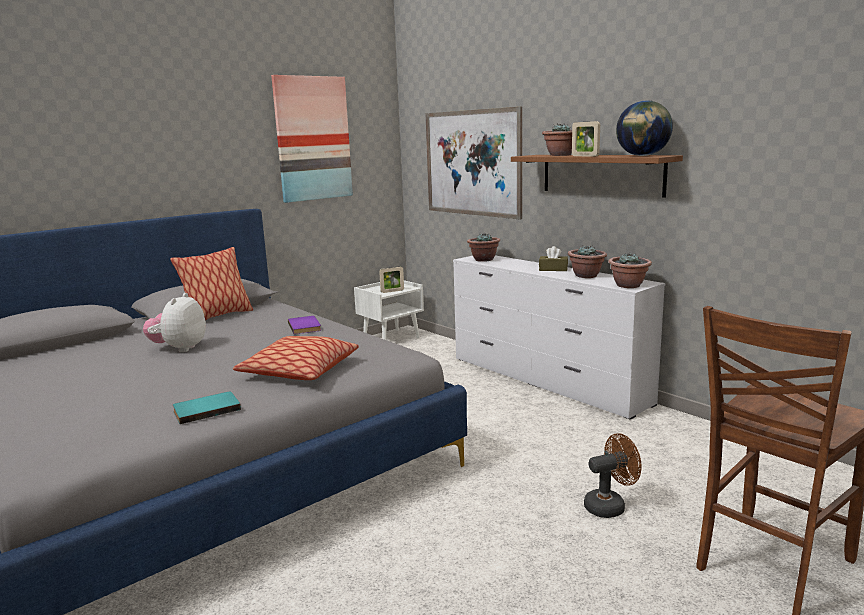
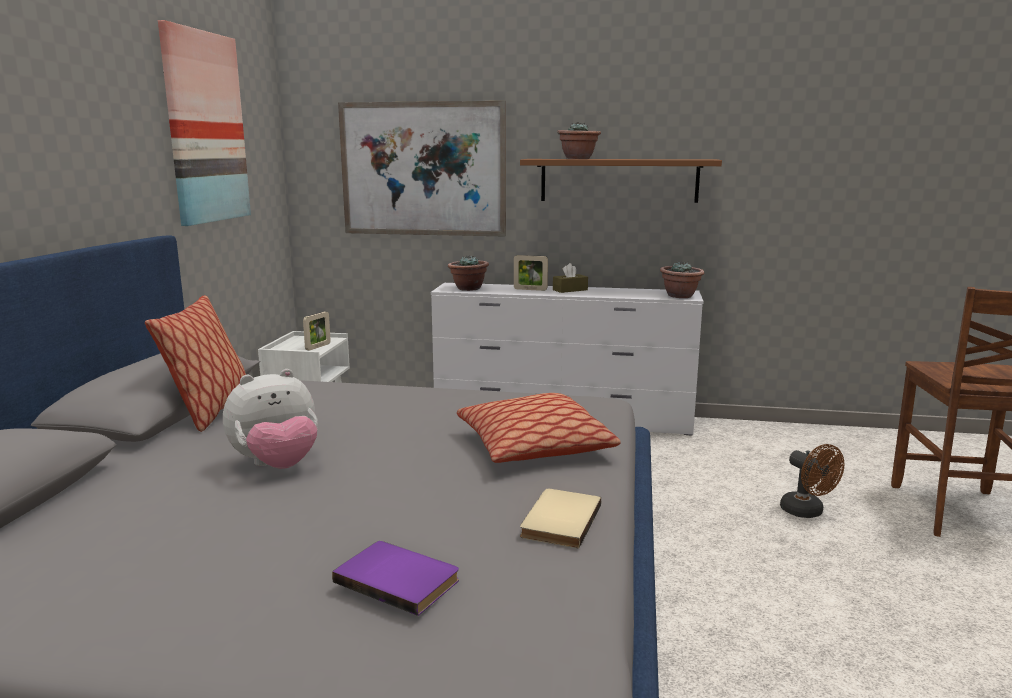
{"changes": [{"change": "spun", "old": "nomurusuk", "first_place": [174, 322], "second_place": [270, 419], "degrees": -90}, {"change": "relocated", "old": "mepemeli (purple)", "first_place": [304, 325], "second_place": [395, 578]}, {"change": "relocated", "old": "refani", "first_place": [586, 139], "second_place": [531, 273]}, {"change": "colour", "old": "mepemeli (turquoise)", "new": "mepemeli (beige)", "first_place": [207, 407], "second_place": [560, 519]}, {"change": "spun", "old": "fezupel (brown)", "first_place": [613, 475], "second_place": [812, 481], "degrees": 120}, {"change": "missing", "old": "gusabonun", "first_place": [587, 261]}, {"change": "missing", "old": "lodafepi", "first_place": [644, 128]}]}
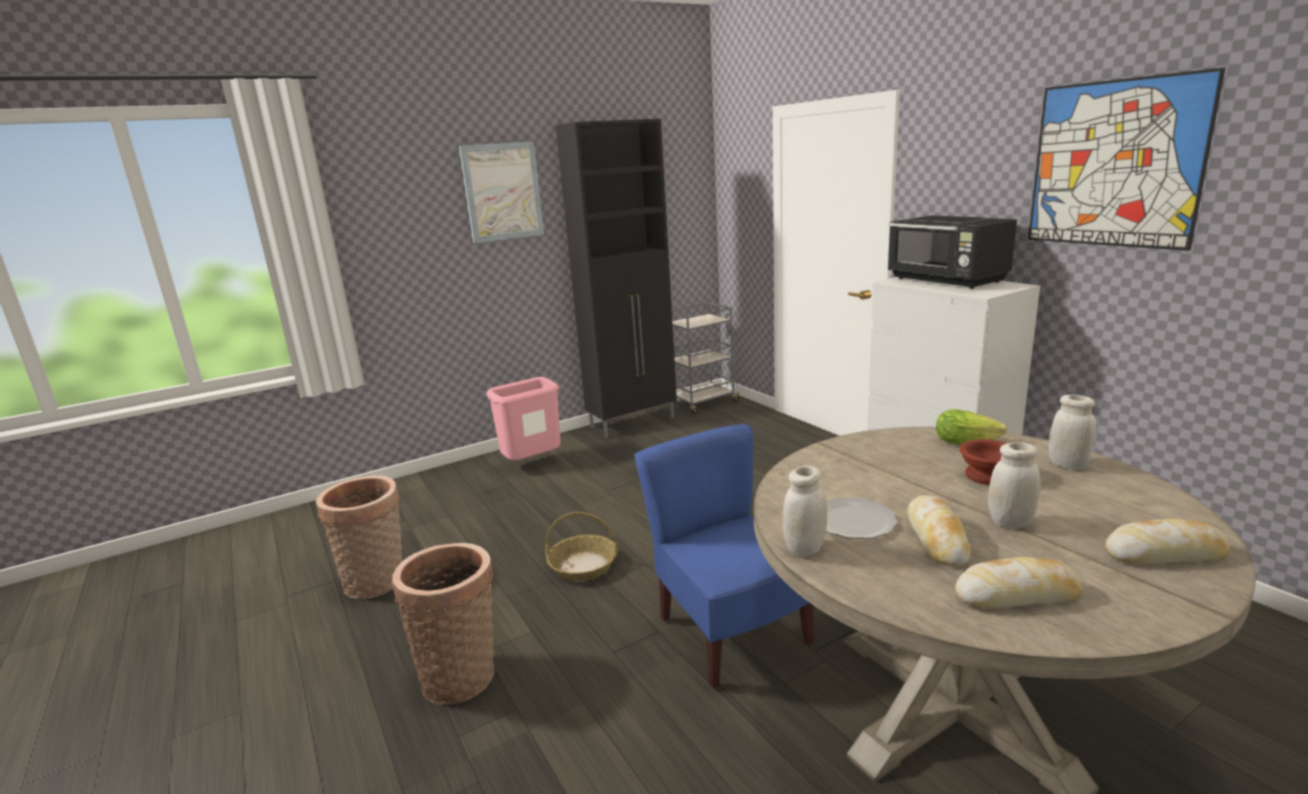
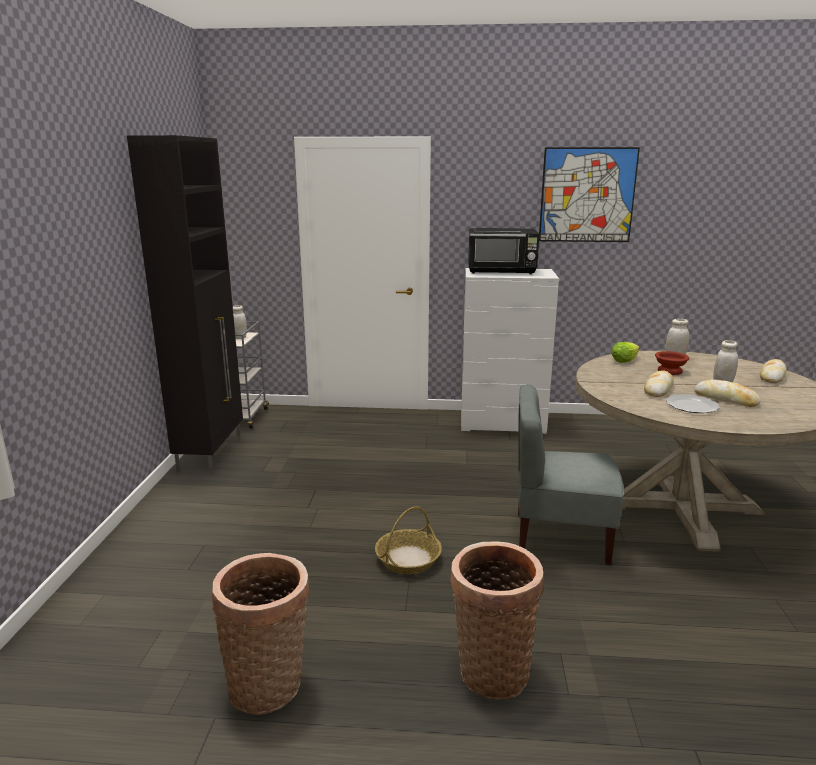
{"changes": [{"change": "relocated", "old": "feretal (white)", "first_place": [805, 511], "second_place": [240, 322]}, {"change": "colour", "old": "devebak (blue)", "new": "devebak (grey)", "first_place": [724, 556], "second_place": [571, 475]}, {"change": "relocated", "old": "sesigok", "first_place": [1019, 582], "second_place": [659, 383]}, {"change": "missing", "old": "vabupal", "first_place": [501, 192]}, {"change": "missing", "old": "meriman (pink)", "first_place": [523, 418]}]}
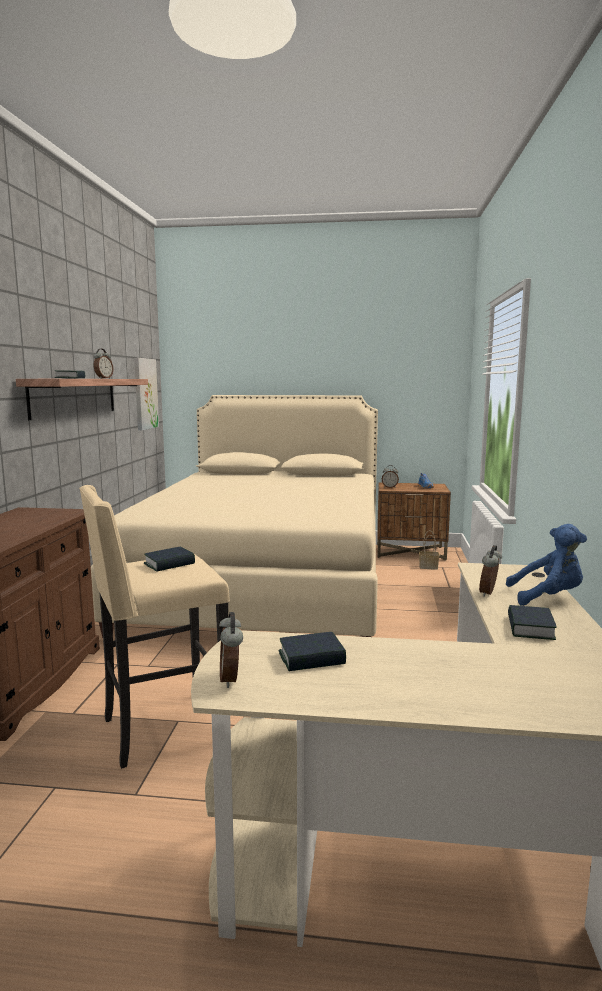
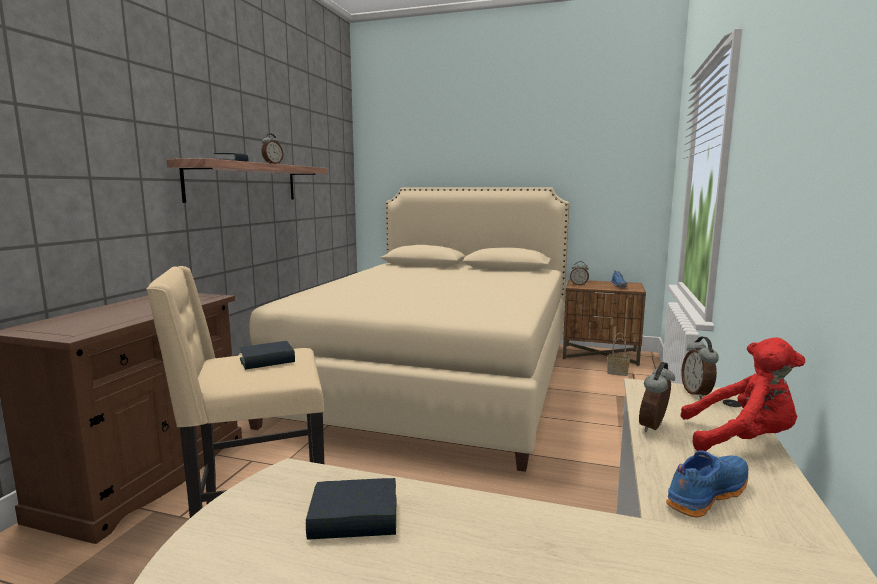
{"changes": [{"change": "exchanged", "old": "mepemeli", "new": "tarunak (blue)", "first_place": [532, 622], "second_place": [707, 484]}, {"change": "colour", "old": "nomurusuk (blue)", "new": "nomurusuk (red)", "first_place": [546, 565], "second_place": [742, 394]}, {"change": "relocated", "old": "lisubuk", "first_place": [231, 650], "second_place": [700, 368]}, {"change": "missing", "old": "vabupal", "first_place": [146, 394]}]}
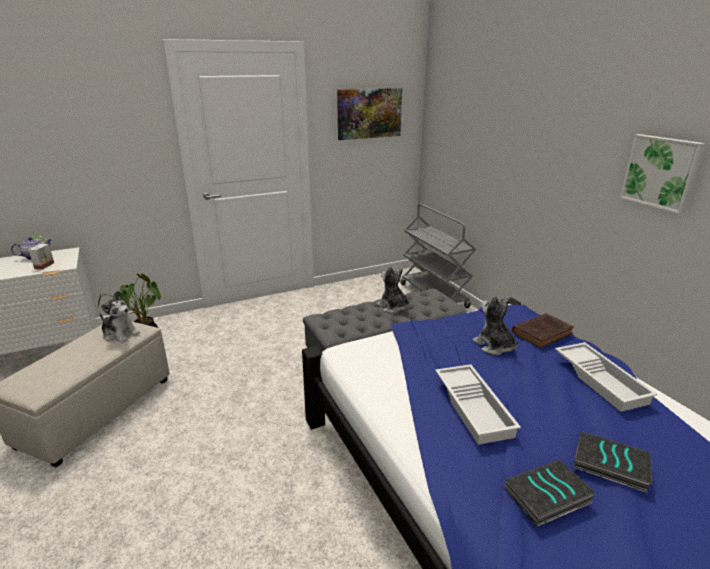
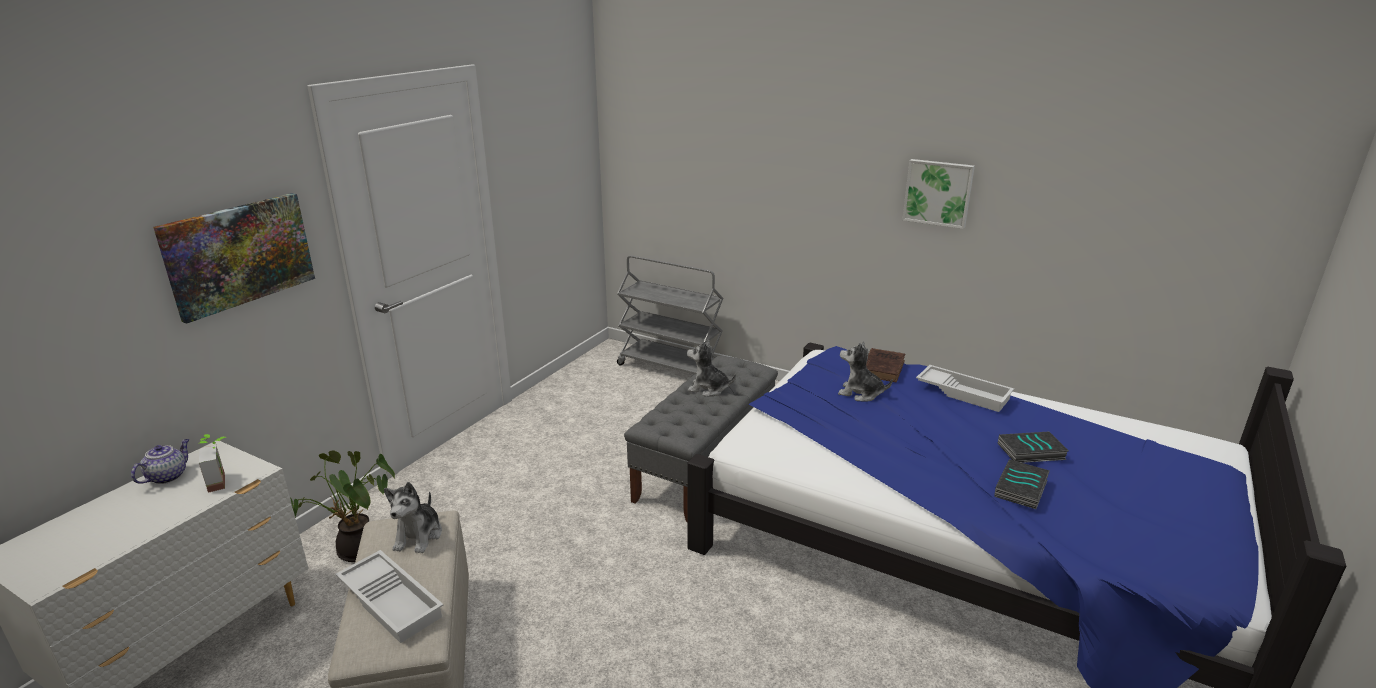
{"changes": [{"change": "relocated", "old": "vabupal", "first_place": [369, 114], "second_place": [234, 258]}, {"change": "relocated", "old": "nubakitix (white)", "first_place": [478, 404], "second_place": [389, 596]}, {"change": "spun", "old": "nomurusuk", "first_place": [119, 317], "second_place": [413, 517], "degrees": 105}]}
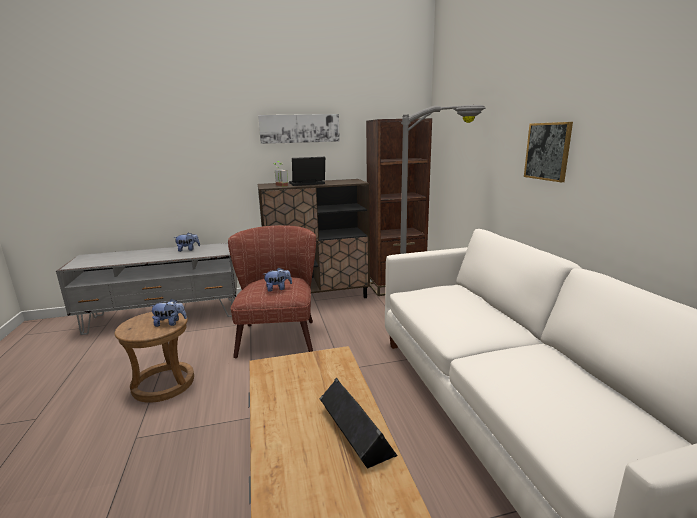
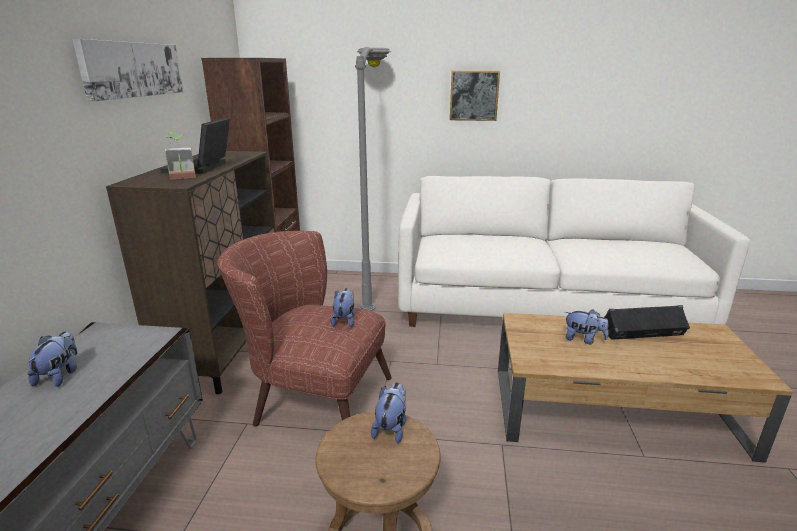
{"changes": [{"change": "appeared", "new": "nomurusuk", "second_place": [587, 327]}]}
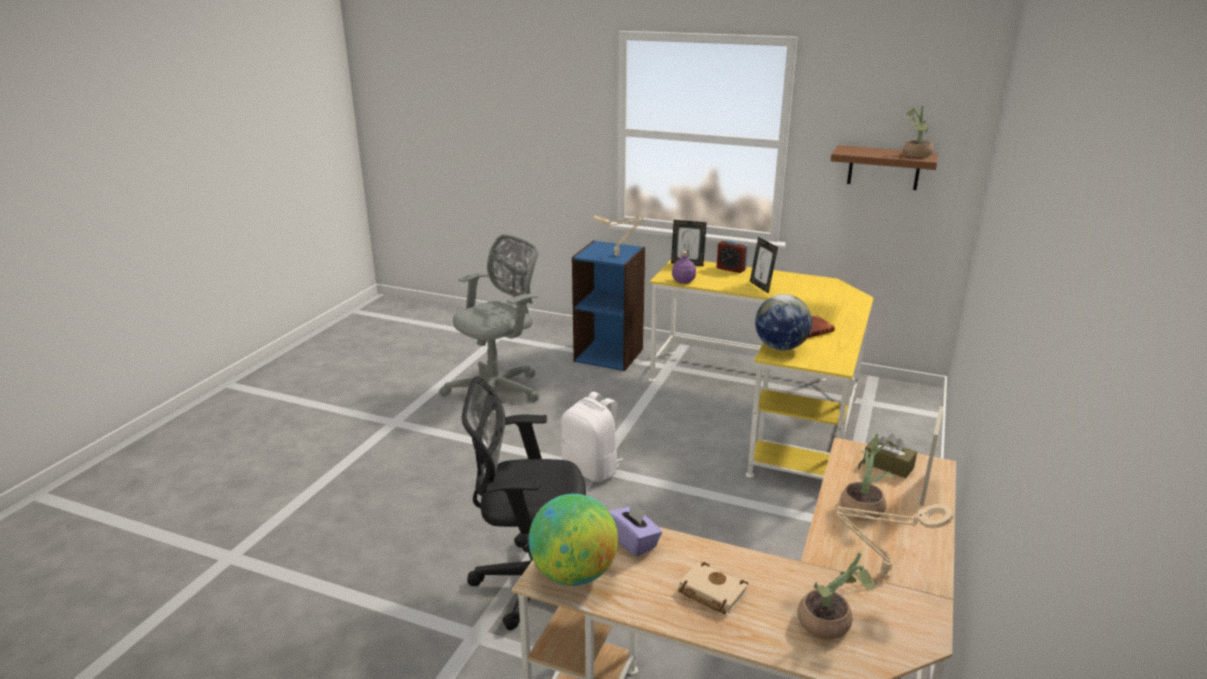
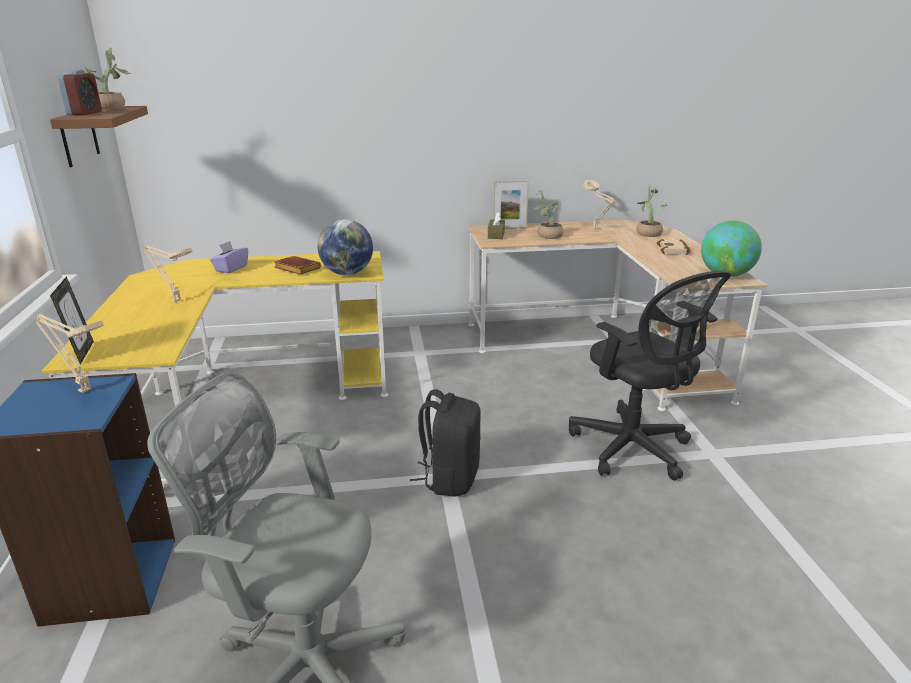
{"changes": [{"change": "relocated", "old": "lisubuk", "first_place": [732, 256], "second_place": [79, 92]}, {"change": "exchanged", "old": "refani", "new": "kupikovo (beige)", "first_place": [764, 265], "second_place": [168, 273]}, {"change": "relocated", "old": "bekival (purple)", "first_place": [635, 529], "second_place": [229, 257]}, {"change": "colour", "old": "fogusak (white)", "new": "fogusak (black)", "first_place": [592, 437], "second_place": [445, 443]}, {"change": "missing", "old": "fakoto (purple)", "first_place": [684, 267]}]}
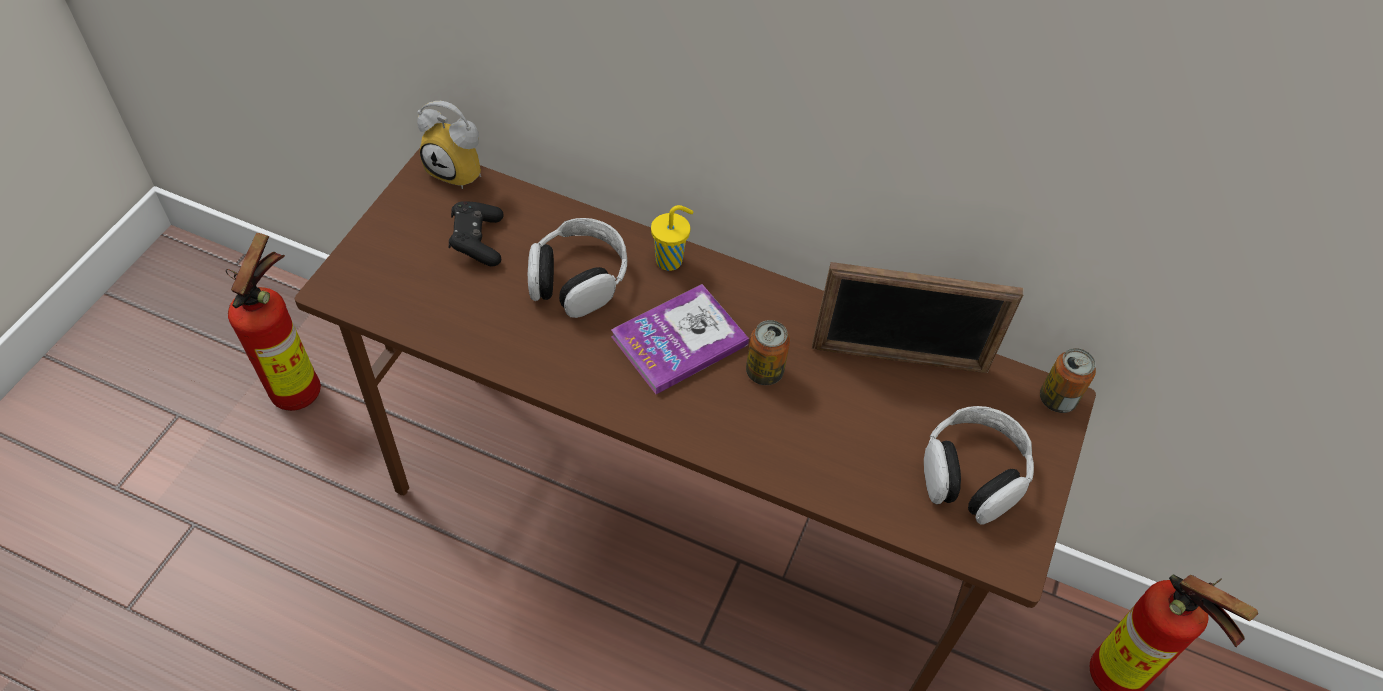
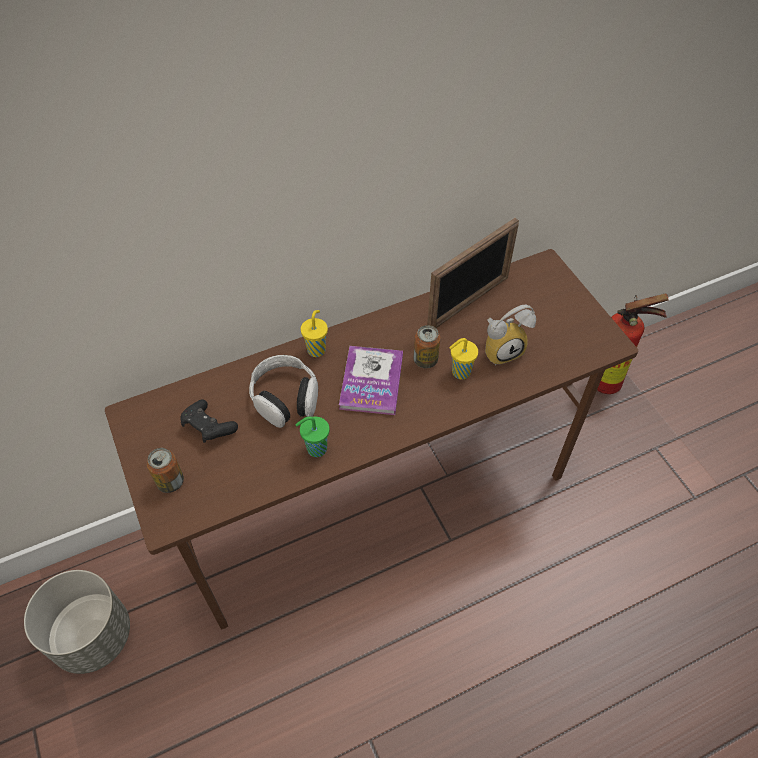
{"changes": [{"change": "exchanged", "old": "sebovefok", "new": "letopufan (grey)", "first_place": [273, 322], "second_place": [77, 622]}, {"change": "relocated", "old": "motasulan", "first_place": [1068, 380], "second_place": [165, 470]}, {"change": "appeared", "new": "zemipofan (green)", "second_place": [312, 437]}, {"change": "appeared", "new": "zemipofan (yellow)", "second_place": [463, 358]}, {"change": "relocated", "old": "lisubuk", "first_place": [449, 145], "second_place": [510, 335]}, {"change": "missing", "old": "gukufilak", "first_place": [979, 465]}]}
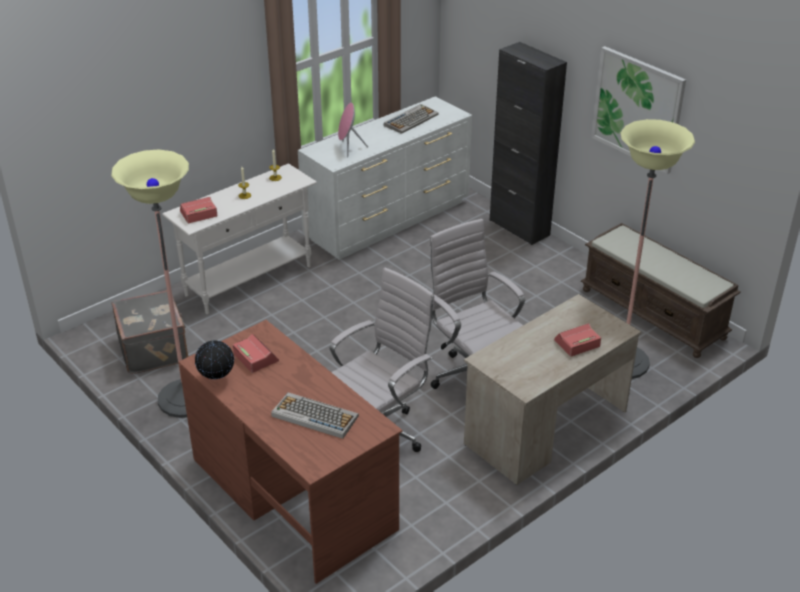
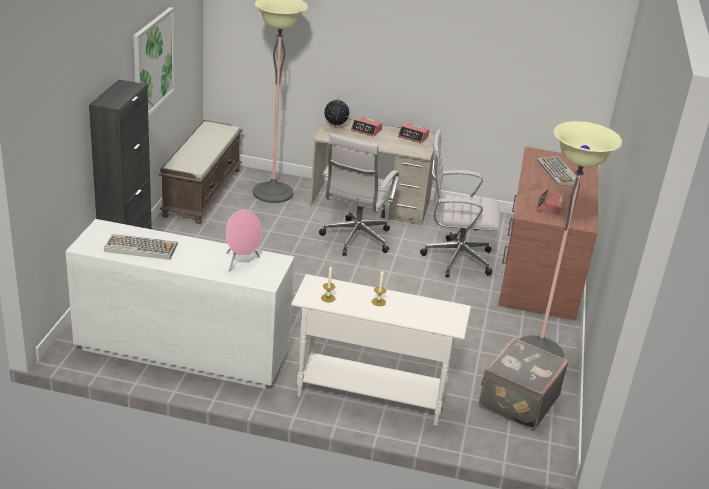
{"changes": [{"change": "relocated", "old": "lodafepi", "first_place": [214, 359], "second_place": [336, 113]}, {"change": "relocated", "old": "lisubuk", "first_place": [199, 210], "second_place": [414, 133]}]}
